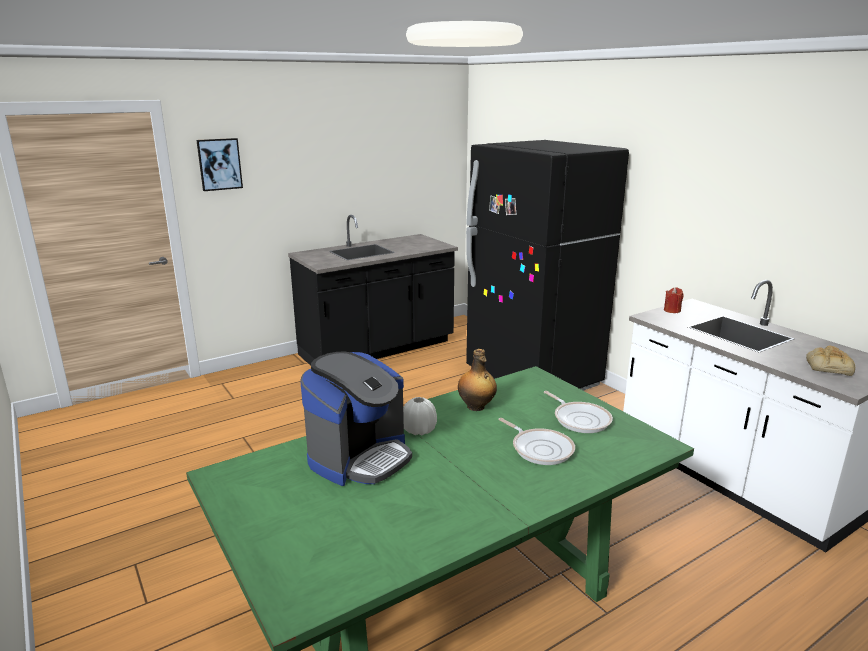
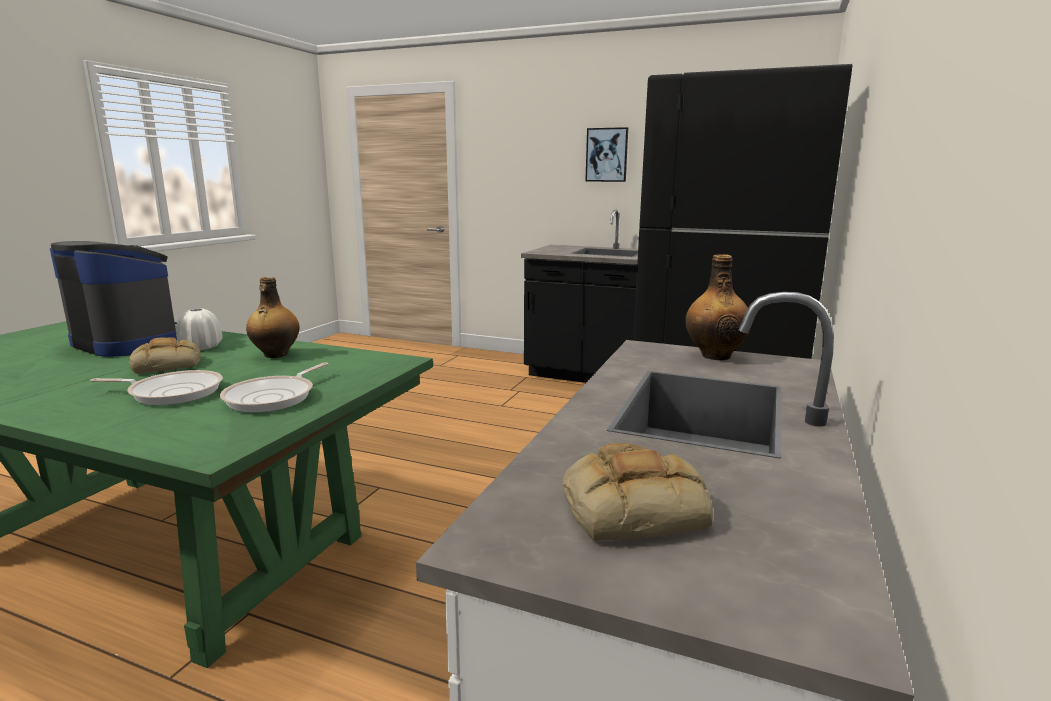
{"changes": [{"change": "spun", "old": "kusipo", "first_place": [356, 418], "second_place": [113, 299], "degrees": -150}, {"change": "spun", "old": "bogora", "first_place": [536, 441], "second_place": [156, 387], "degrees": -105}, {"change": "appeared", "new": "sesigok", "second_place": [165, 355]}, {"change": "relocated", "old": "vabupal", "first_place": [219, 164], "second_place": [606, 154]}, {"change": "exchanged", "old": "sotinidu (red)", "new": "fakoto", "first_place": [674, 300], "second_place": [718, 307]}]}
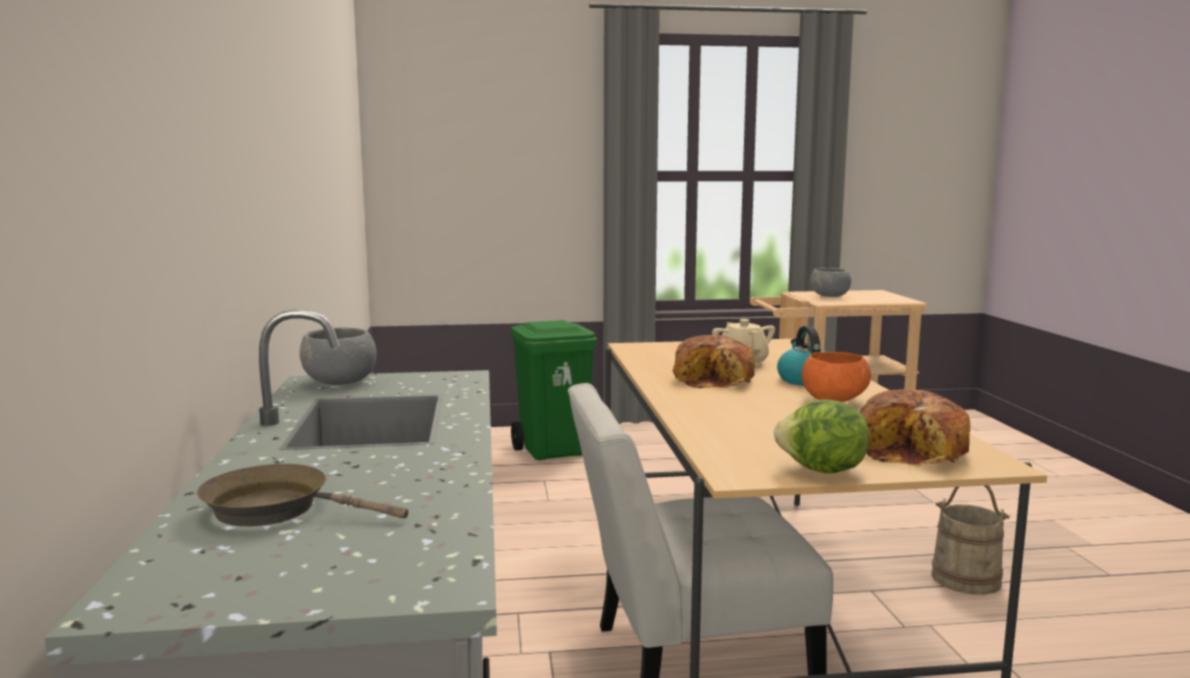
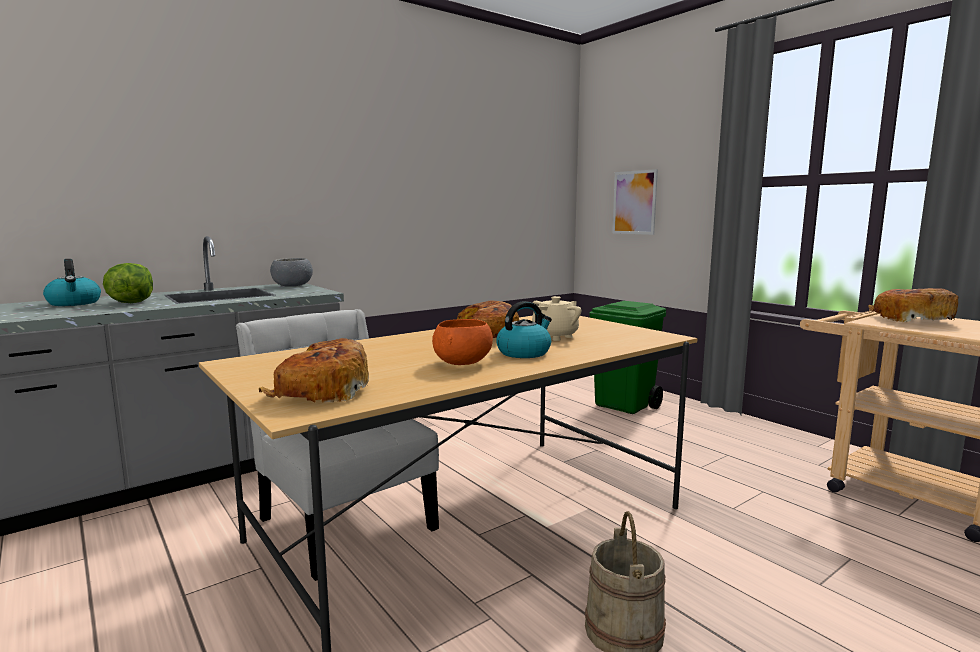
{"changes": [{"change": "exchanged", "old": "bogora (brown)", "new": "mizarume", "first_place": [303, 495], "second_place": [72, 282]}, {"change": "relocated", "old": "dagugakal", "first_place": [821, 437], "second_place": [128, 283]}, {"change": "appeared", "new": "vabupal", "second_place": [635, 202]}, {"change": "exchanged", "old": "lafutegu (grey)", "new": "sesigok", "first_place": [830, 282], "second_place": [913, 305]}]}
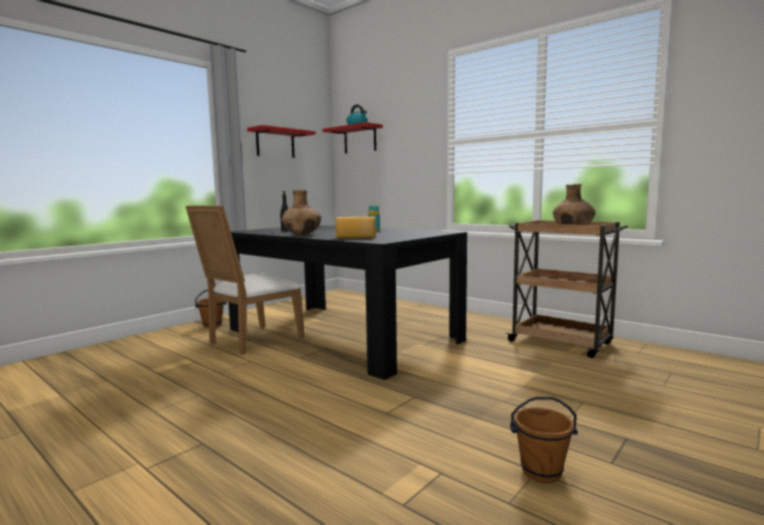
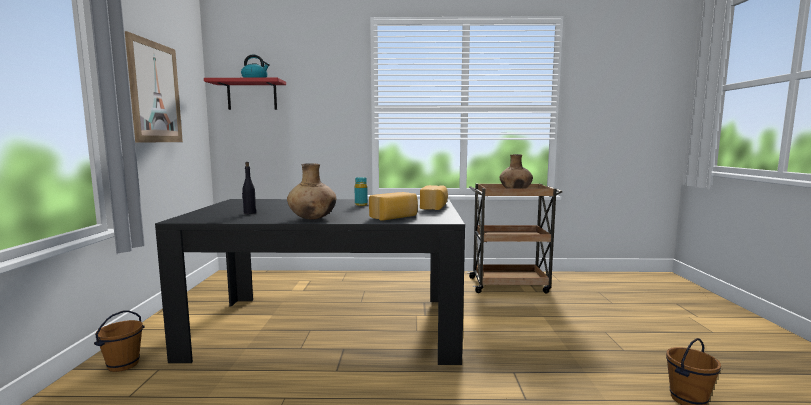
{"changes": [{"change": "exchanged", "old": "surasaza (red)", "new": "vabupal", "first_place": [281, 141], "second_place": [154, 87]}, {"change": "appeared", "new": "sesigok", "second_place": [434, 197]}, {"change": "missing", "old": "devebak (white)", "first_place": [244, 280]}]}
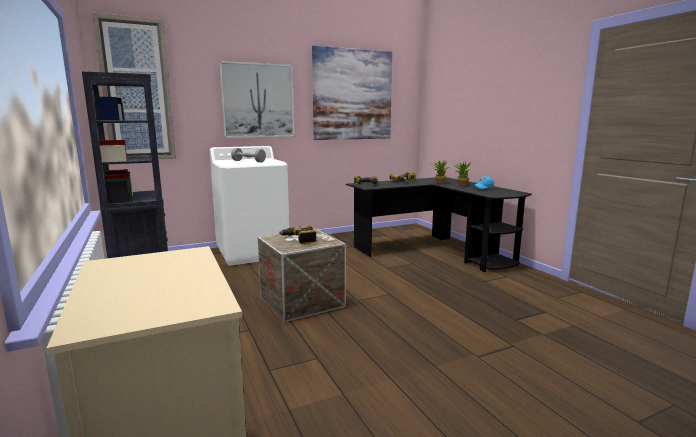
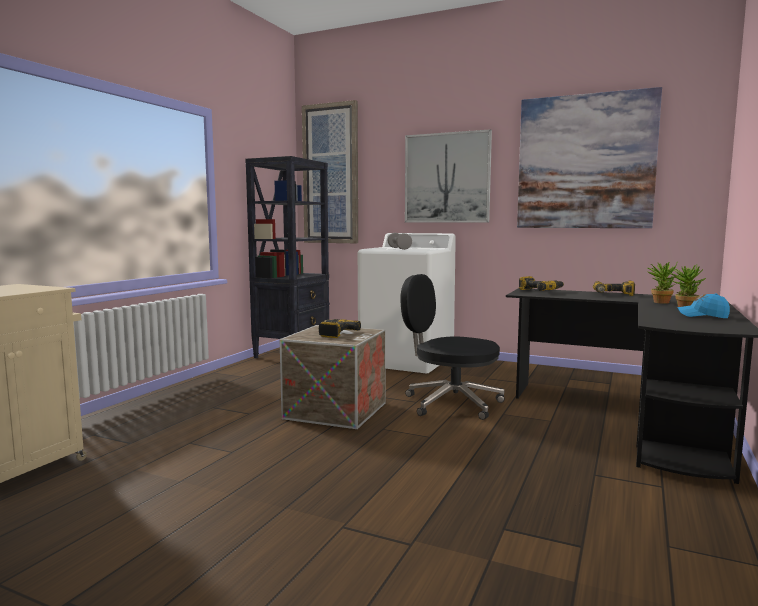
{"changes": [{"change": "appeared", "new": "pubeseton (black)", "second_place": [452, 347]}]}
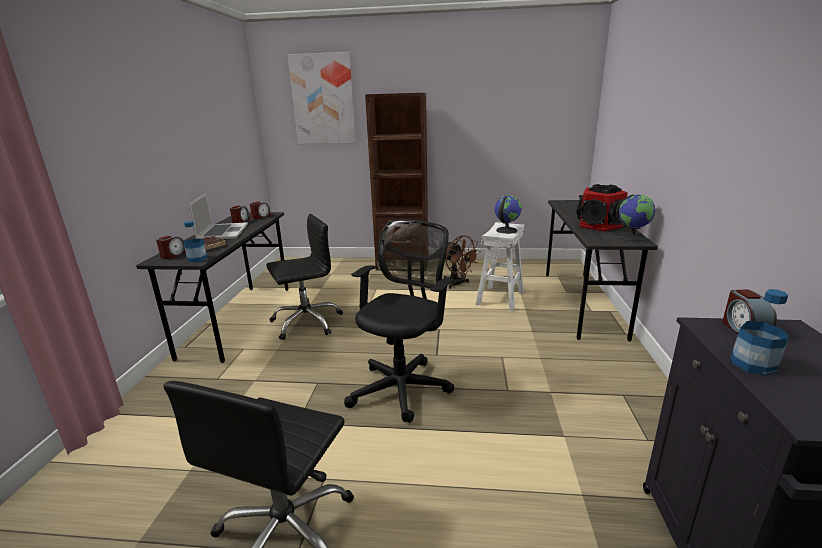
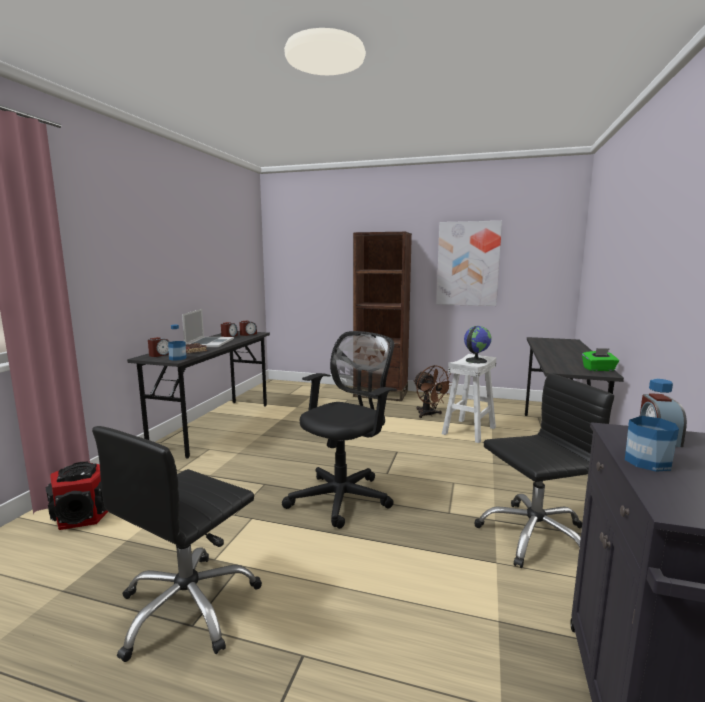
{"changes": [{"change": "relocated", "old": "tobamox", "first_place": [602, 207], "second_place": [77, 496]}, {"change": "relocated", "old": "vabupal", "first_place": [322, 98], "second_place": [469, 263]}, {"change": "relocated", "old": "pubeseton (black)", "first_place": [304, 277], "second_place": [544, 470]}, {"change": "exchanged", "old": "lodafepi", "new": "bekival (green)", "first_place": [635, 218], "second_place": [600, 359]}]}
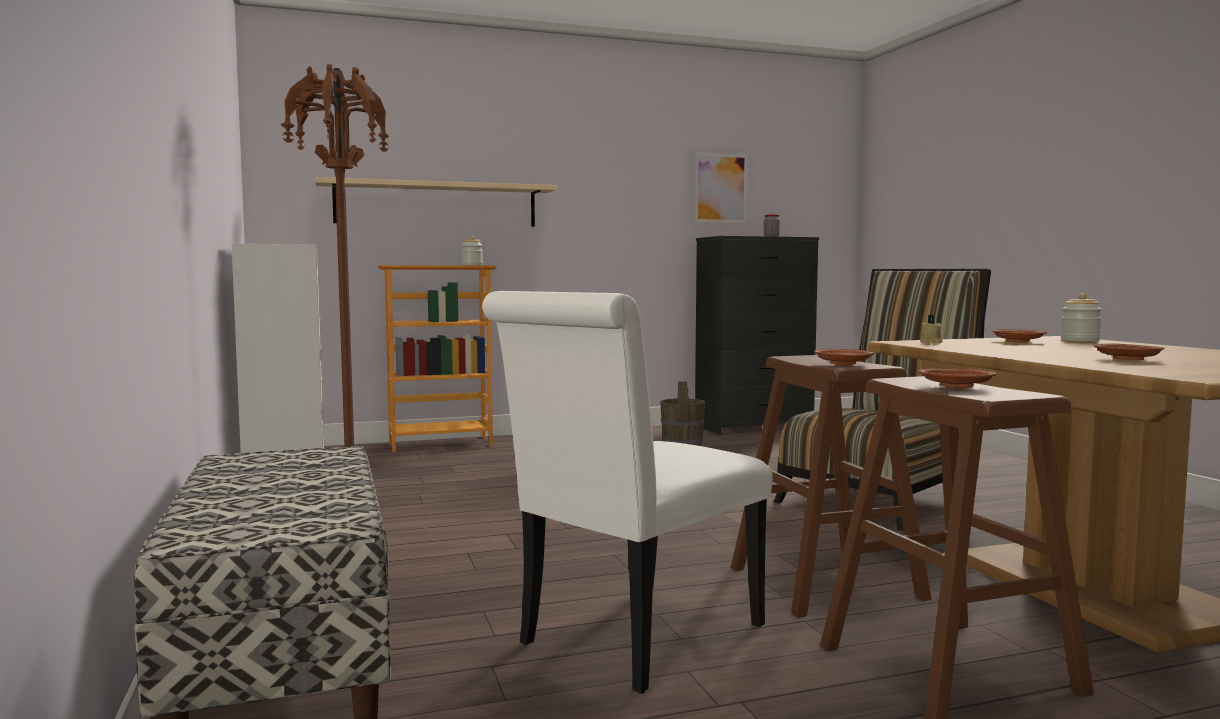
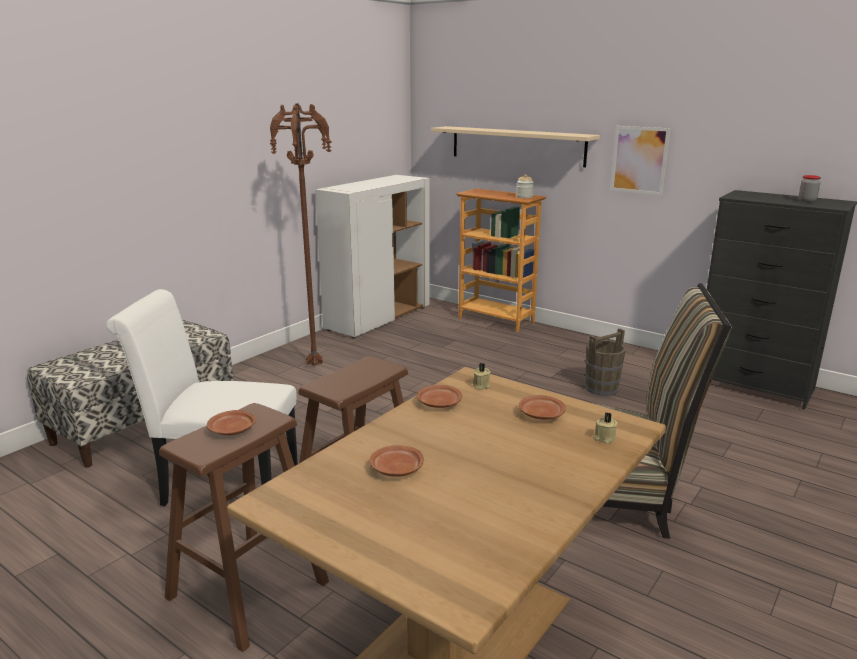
{"changes": [{"change": "relocated", "old": "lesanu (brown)", "first_place": [844, 357], "second_place": [439, 396]}, {"change": "exchanged", "old": "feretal", "new": "sotinidu (beige)", "first_place": [1081, 317], "second_place": [605, 428]}, {"change": "relocated", "old": "vabupal", "first_place": [721, 187], "second_place": [640, 160]}]}
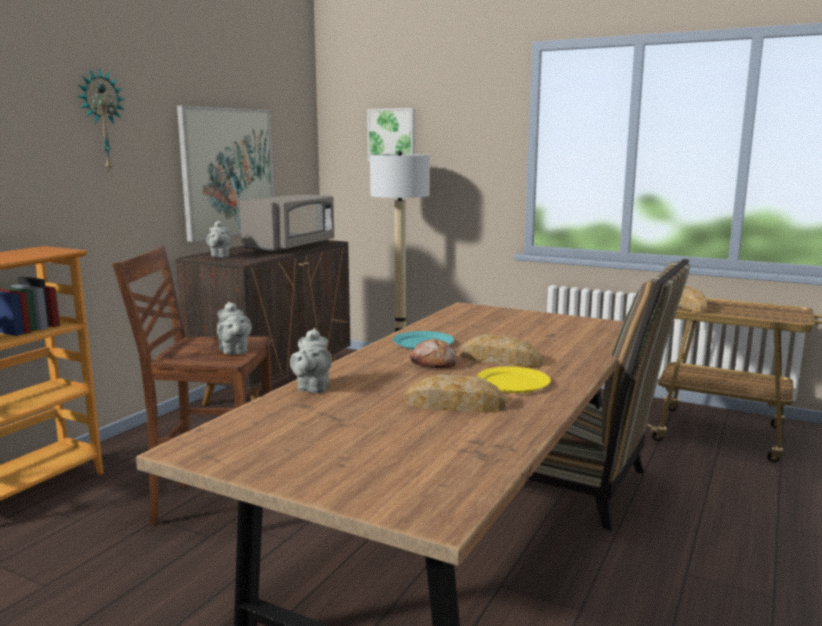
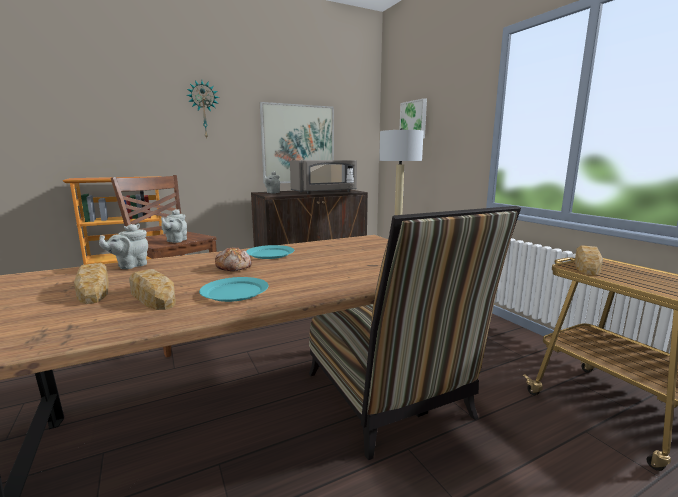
{"changes": [{"change": "relocated", "old": "sesigok", "first_place": [501, 350], "second_place": [91, 283]}, {"change": "colour", "old": "lesanu (yellow)", "new": "lesanu (turquoise)", "first_place": [514, 379], "second_place": [234, 289]}]}
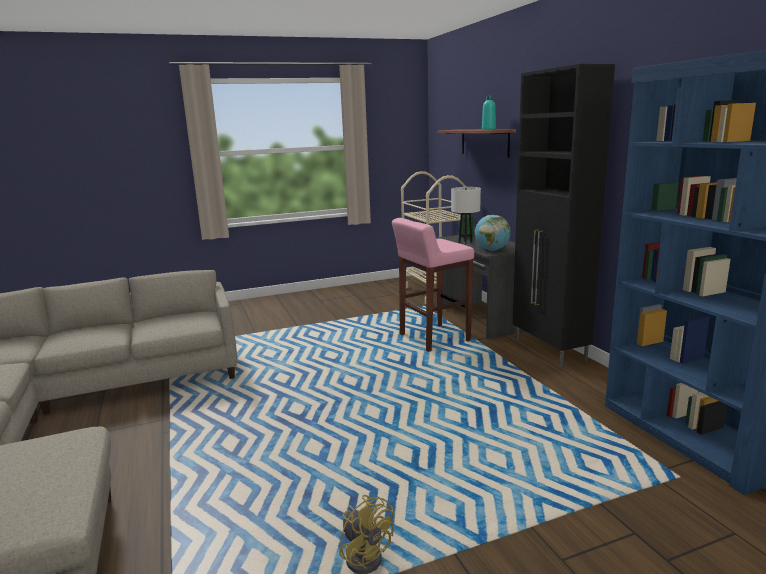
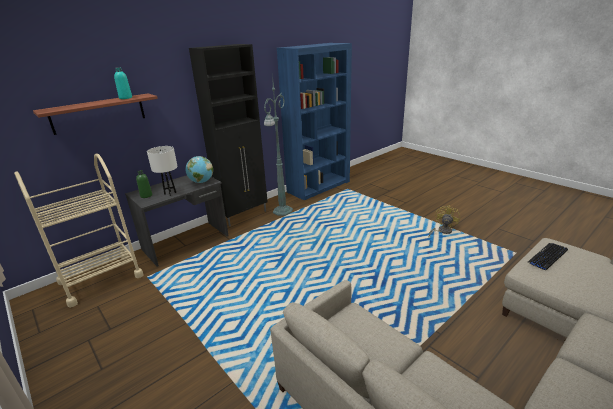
{"changes": [{"change": "appeared", "new": "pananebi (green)", "second_place": [278, 145]}, {"change": "appeared", "new": "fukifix", "second_place": [548, 257]}, {"change": "missing", "old": "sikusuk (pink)", "first_place": [433, 285]}]}
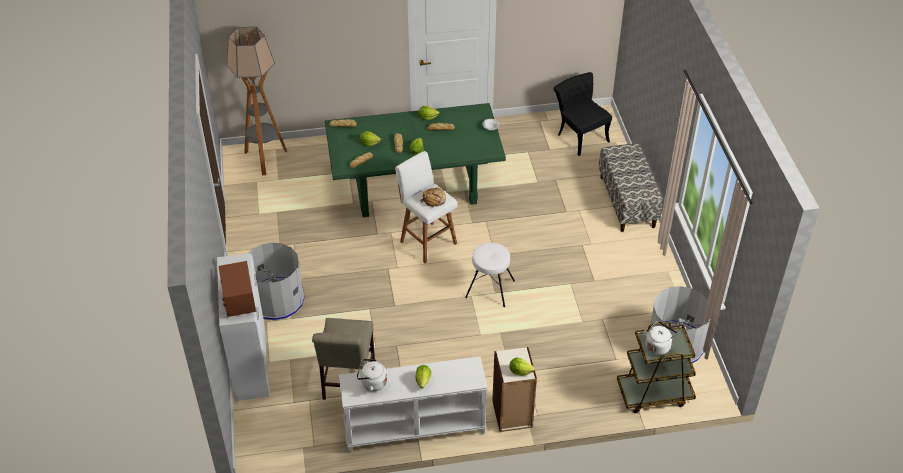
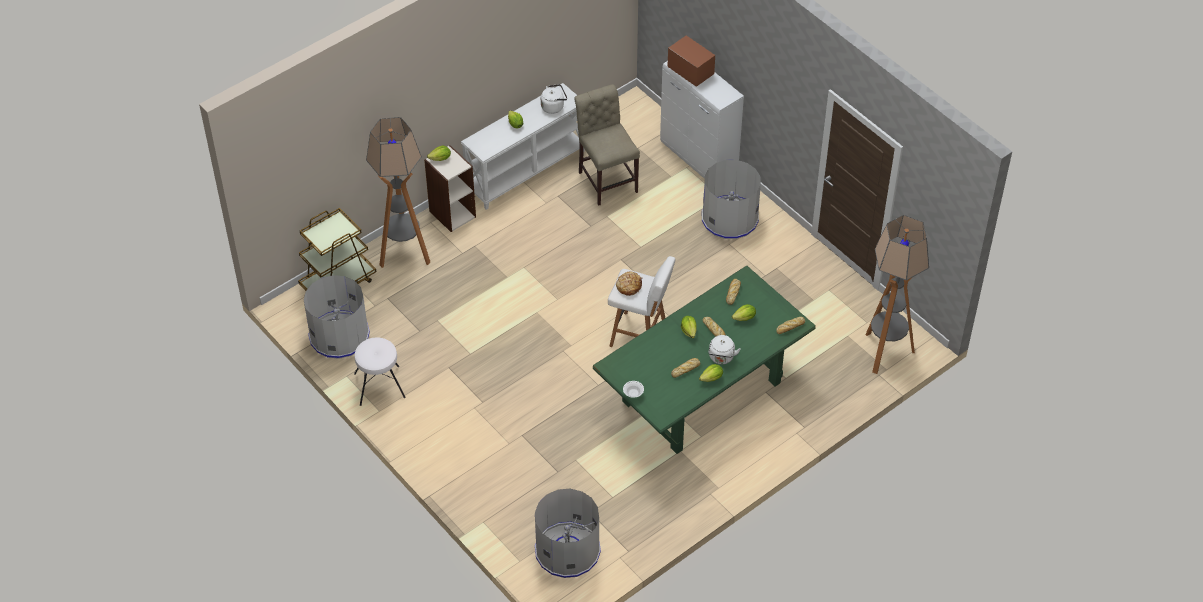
{"changes": [{"change": "relocated", "old": "sikusuk (white)", "first_place": [490, 275], "second_place": [380, 372]}, {"change": "appeared", "new": "pananebi", "second_place": [398, 192]}, {"change": "exchanged", "old": "devebak (black)", "new": "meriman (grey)", "first_place": [583, 114], "second_place": [568, 533]}, {"change": "relocated", "old": "mizarume (white)", "first_place": [660, 338], "second_place": [724, 349]}, {"change": "missing", "old": "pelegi", "first_place": [631, 187]}]}
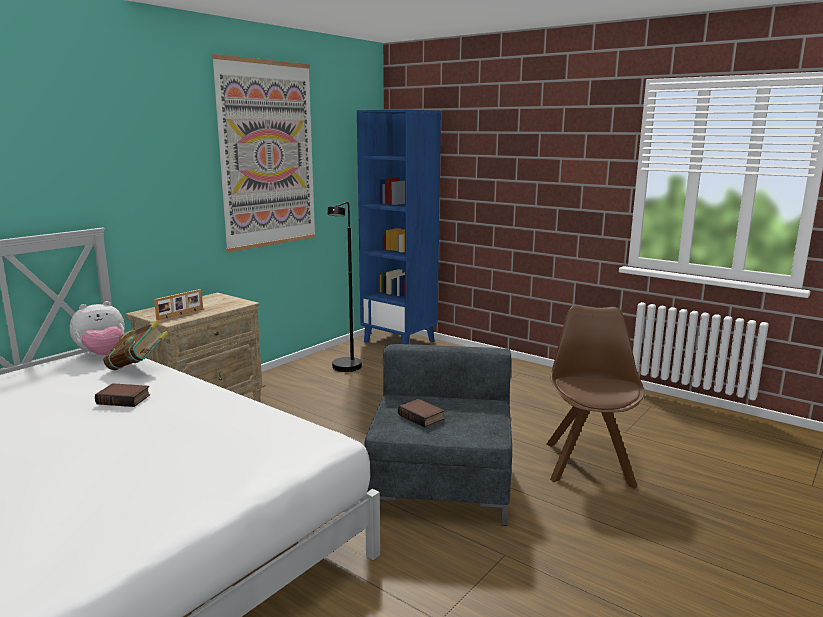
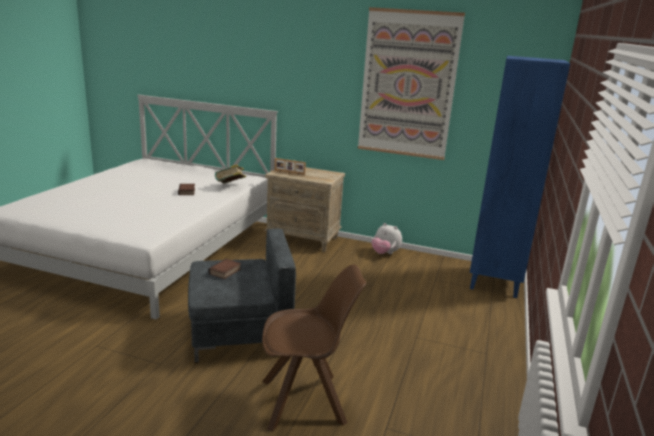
{"changes": [{"change": "relocated", "old": "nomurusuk", "first_place": [97, 328], "second_place": [386, 238]}, {"change": "missing", "old": "pananebi (black)", "first_place": [344, 287]}]}
